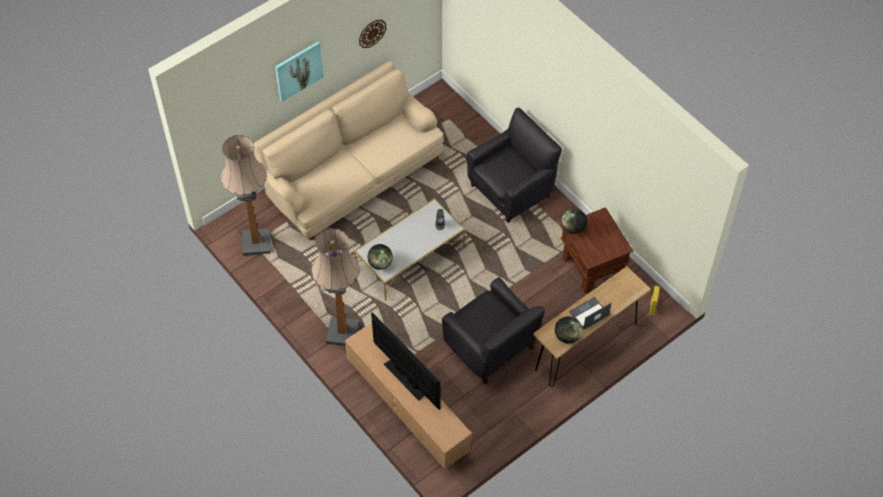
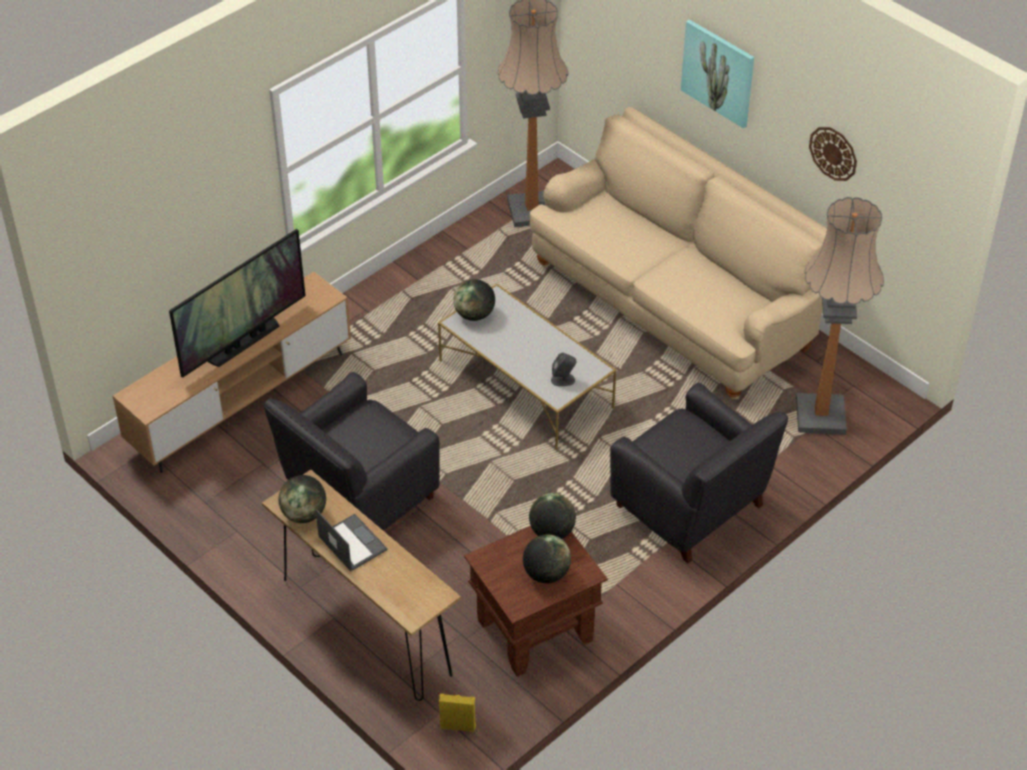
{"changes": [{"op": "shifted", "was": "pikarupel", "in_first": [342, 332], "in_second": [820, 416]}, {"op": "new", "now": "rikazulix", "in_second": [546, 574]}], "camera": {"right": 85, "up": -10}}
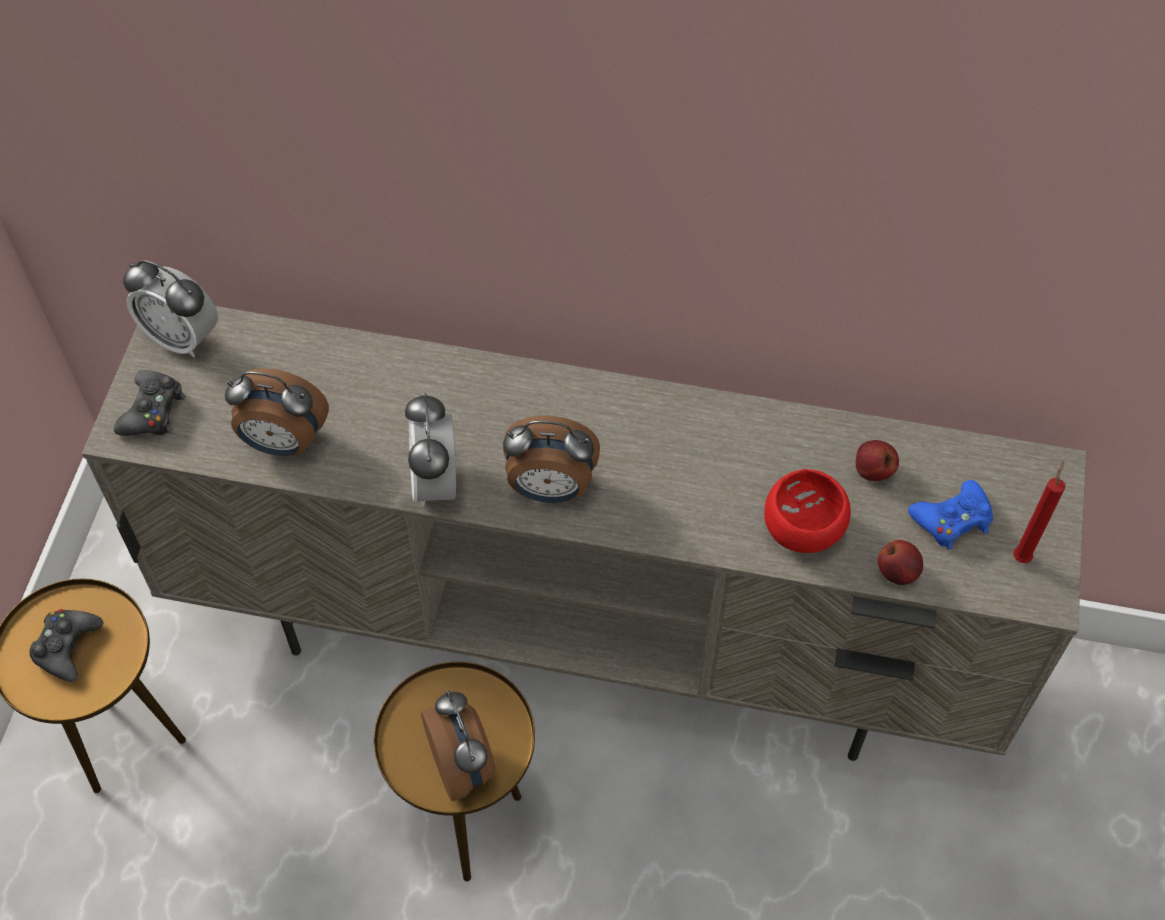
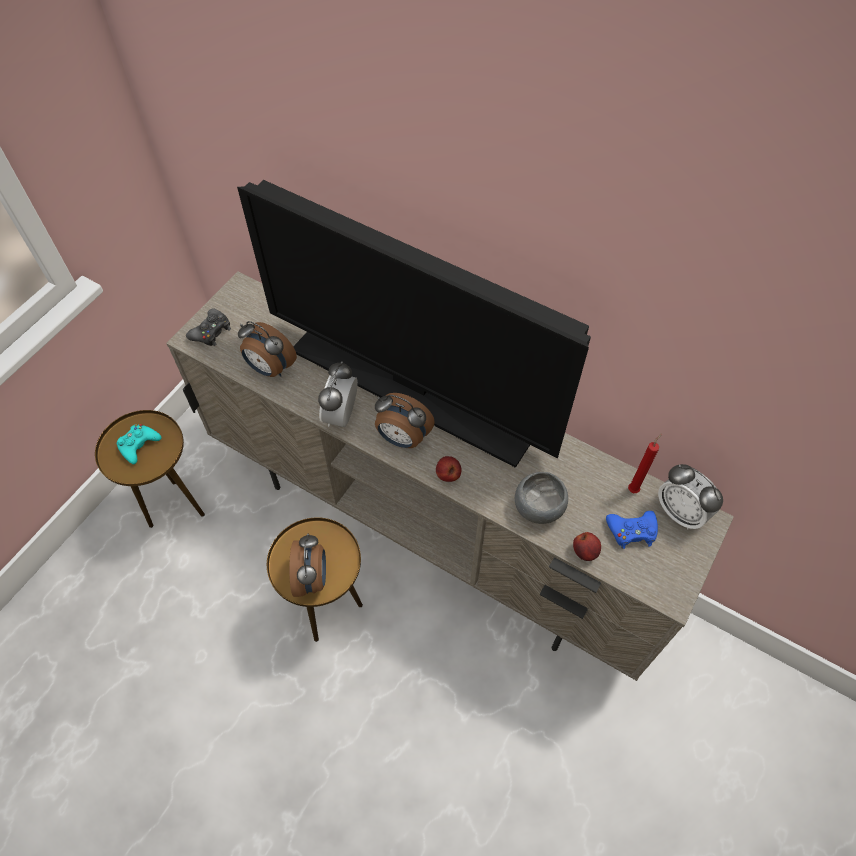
{"changes": [{"op": "shifted", "was": "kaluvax", "in_first": [182, 338], "in_second": [680, 512]}, {"op": "shifted", "was": "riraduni", "in_first": [872, 471], "in_second": [448, 475]}, {"op": "shifted", "was": "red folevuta", "in_first": [1022, 555], "in_second": [634, 489]}, {"op": "repainted", "was": "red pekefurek", "now": "grey pekefurek", "in_first": [805, 528], "in_second": [540, 508]}, {"op": "repainted", "was": "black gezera", "now": "turquoise gezera", "in_first": [67, 647], "in_second": [139, 445]}, {"op": "new", "now": "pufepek", "in_second": [412, 390]}], "camera": {"right": 20, "up": 0}}
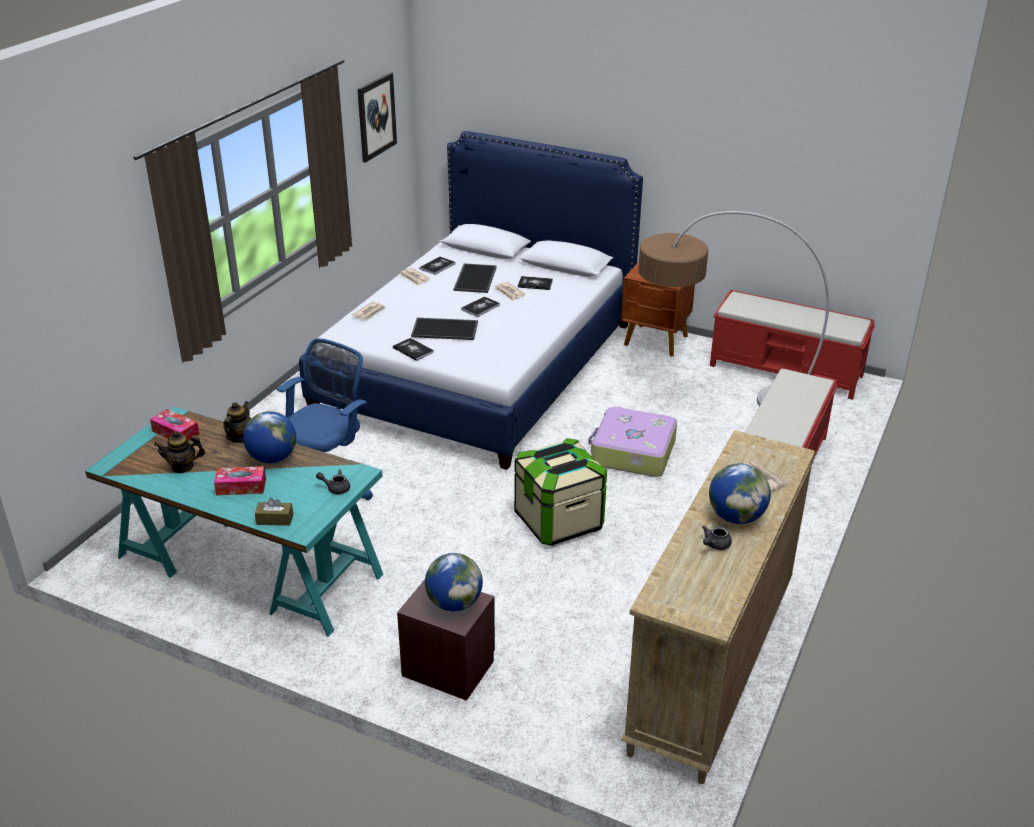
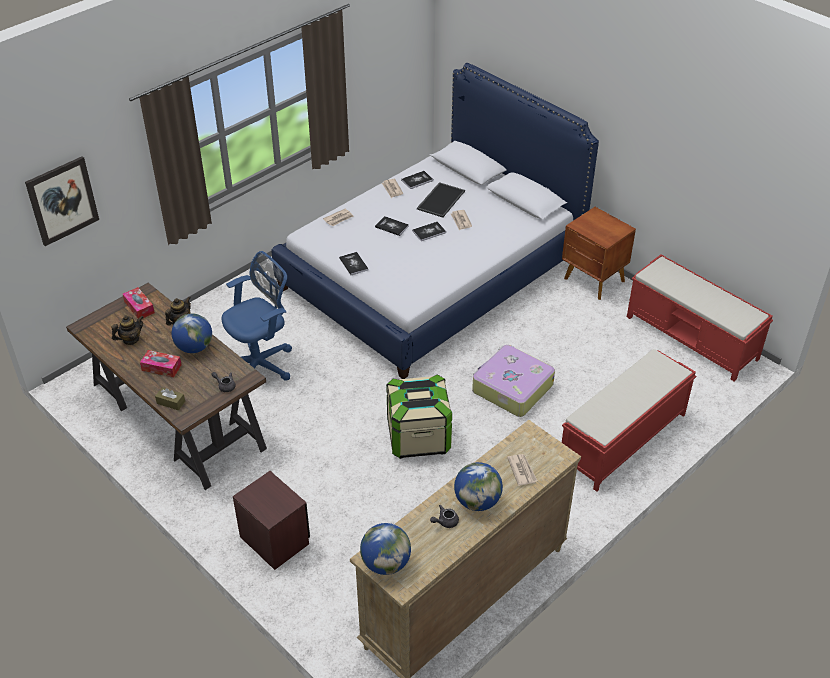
{"changes": [{"op": "shifted", "was": "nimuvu", "in_first": [376, 117], "in_second": [62, 200]}, {"op": "gone", "was": "pikarupel", "in_first": [711, 396]}, {"op": "shifted", "was": "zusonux", "in_first": [535, 284], "in_second": [392, 226]}, {"op": "gone", "was": "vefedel", "in_first": [445, 329]}, {"op": "repainted", "was": "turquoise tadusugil", "now": "brown tadusugil", "in_first": [248, 567], "in_second": [176, 416]}, {"op": "rotated", "was": "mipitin", "in_first": [183, 467], "in_second": [130, 339], "clockwise": 135}, {"op": "shifted", "was": "rikazulix", "in_first": [454, 603], "in_second": [385, 563]}], "camera": {"right": 20, "up": 10}}
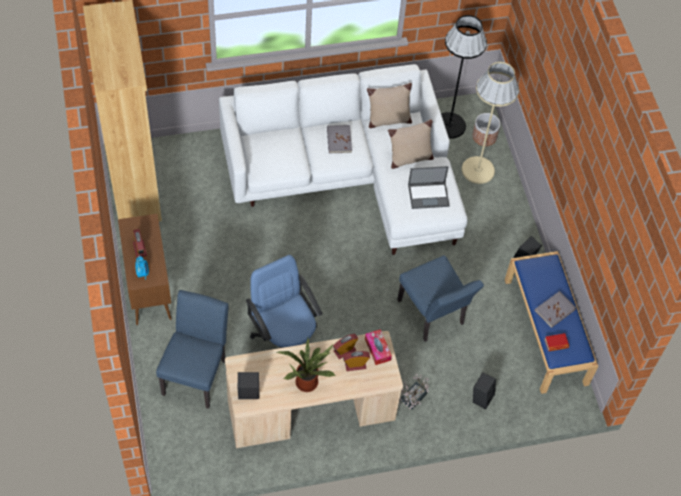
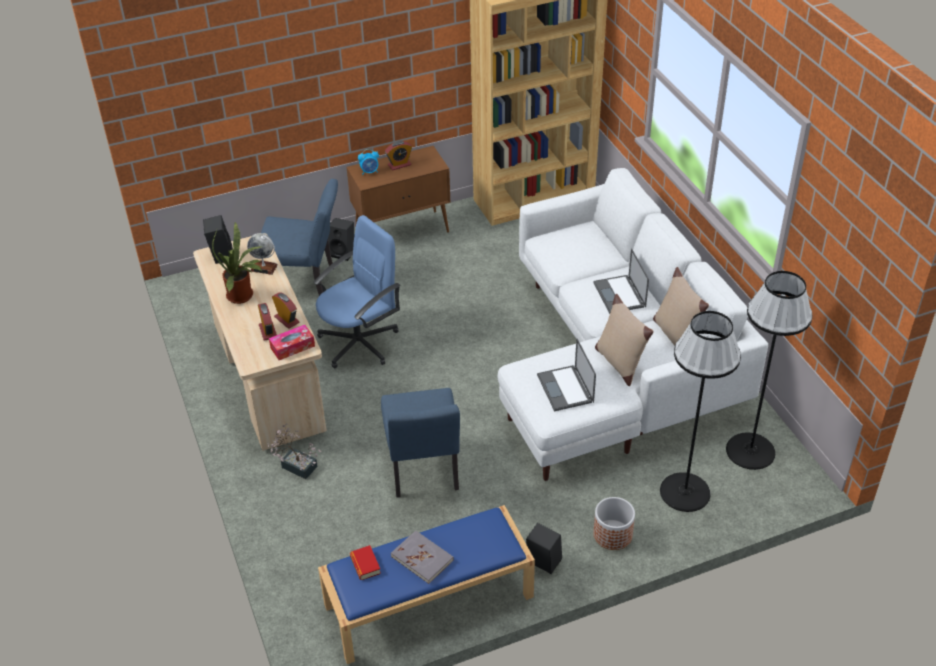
{"changes": [{"op": "repainted", "was": "beige pikarupel", "now": "black pikarupel", "in_first": [478, 170], "in_second": [685, 492]}, {"op": "shifted", "was": "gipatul", "in_first": [484, 136], "in_second": [612, 534]}, {"op": "swapped", "was": "grey zusonux", "now": "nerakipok", "in_first": [339, 140], "in_second": [620, 295]}, {"op": "rotated", "was": "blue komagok", "in_first": [433, 316], "in_second": [424, 472], "clockwise": -60}, {"op": "shifted", "was": "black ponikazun", "in_first": [481, 397], "in_second": [344, 252]}, {"op": "new", "now": "rikazulix", "in_second": [264, 267]}], "camera": {"right": 85, "up": -15}}
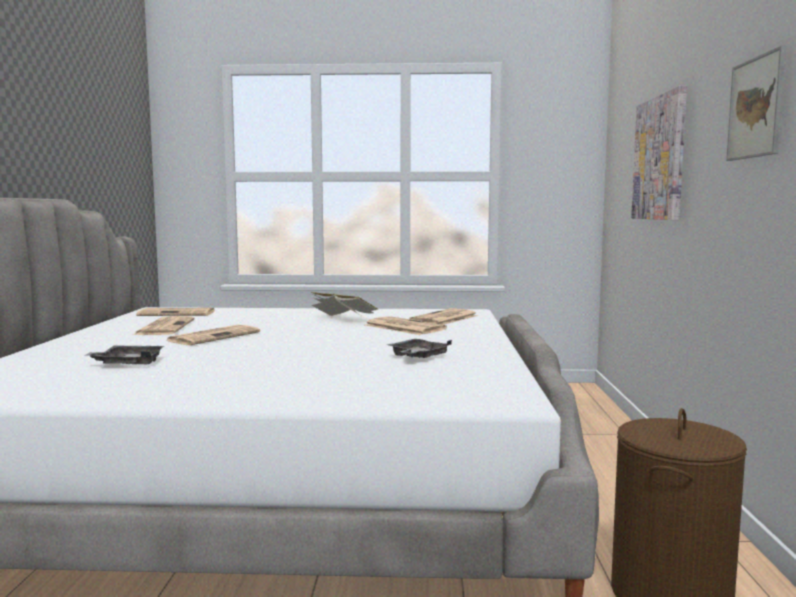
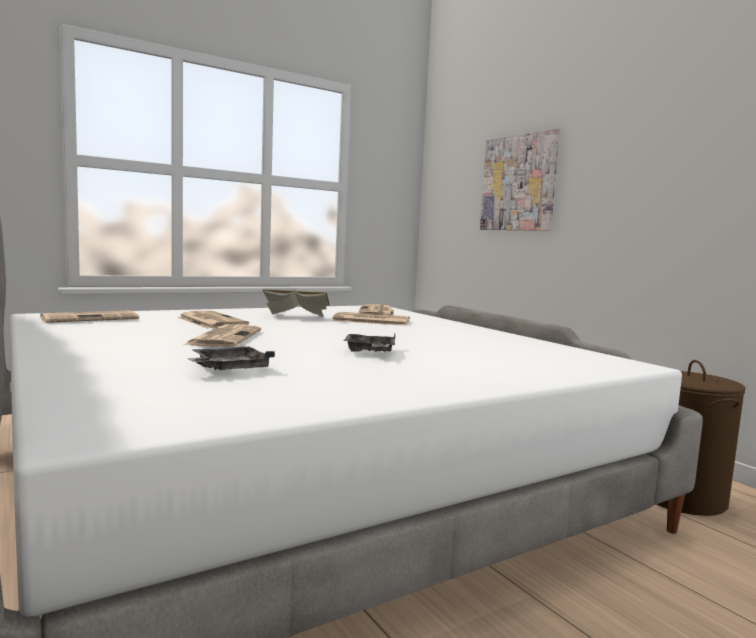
{"changes": [{"op": "gone", "was": "nimuvu", "in_first": [756, 107]}, {"op": "shifted", "was": "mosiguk", "in_first": [164, 327], "in_second": [210, 321]}, {"op": "shifted", "was": "grey vefedel", "in_first": [417, 357], "in_second": [370, 352]}], "camera": {"right": -35, "up": 0}}
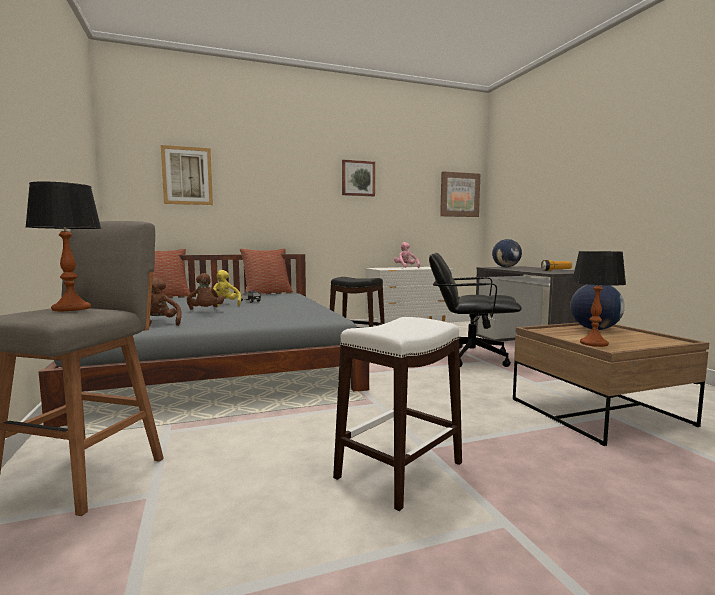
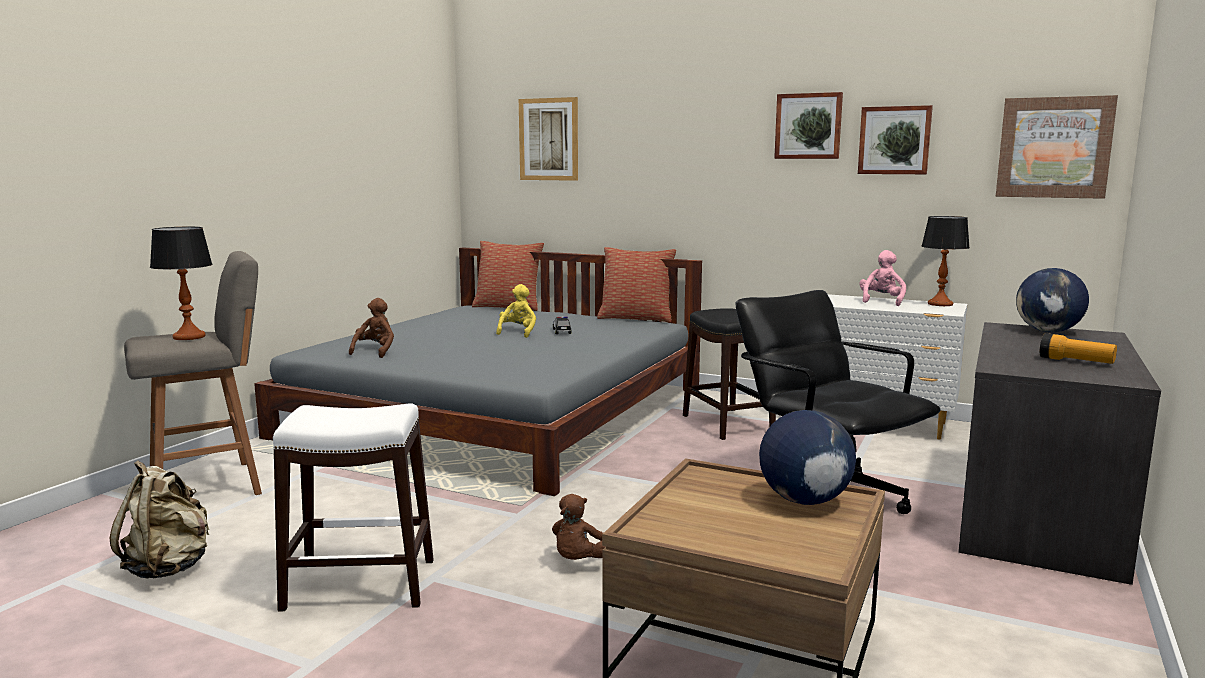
{"changes": [{"op": "shifted", "was": "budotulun", "in_first": [593, 343], "in_second": [939, 304]}, {"op": "shifted", "was": "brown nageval", "in_first": [205, 311], "in_second": [579, 561]}, {"op": "new", "now": "nimuvu", "in_second": [894, 140]}, {"op": "new", "now": "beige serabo", "in_second": [169, 567]}], "camera": {"right": 45, "up": 5}}
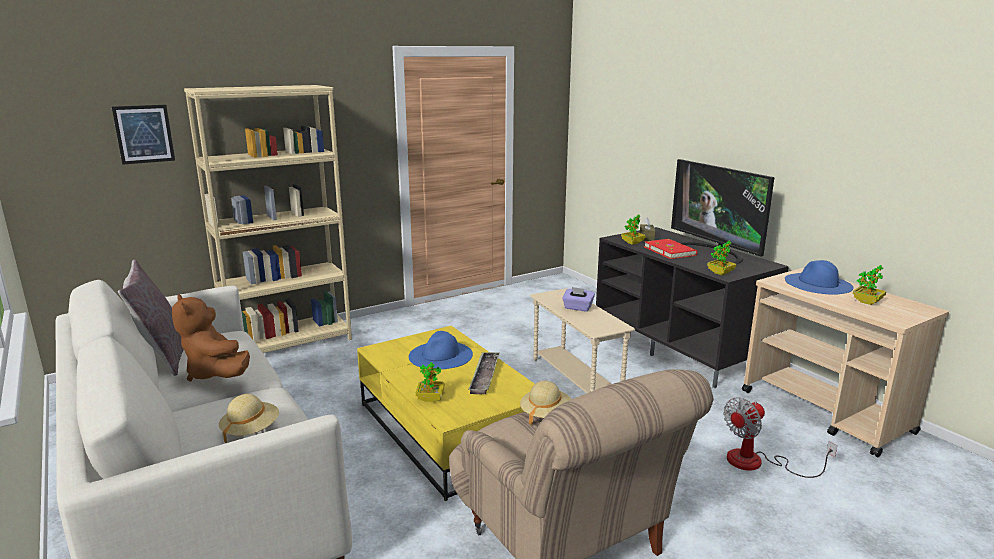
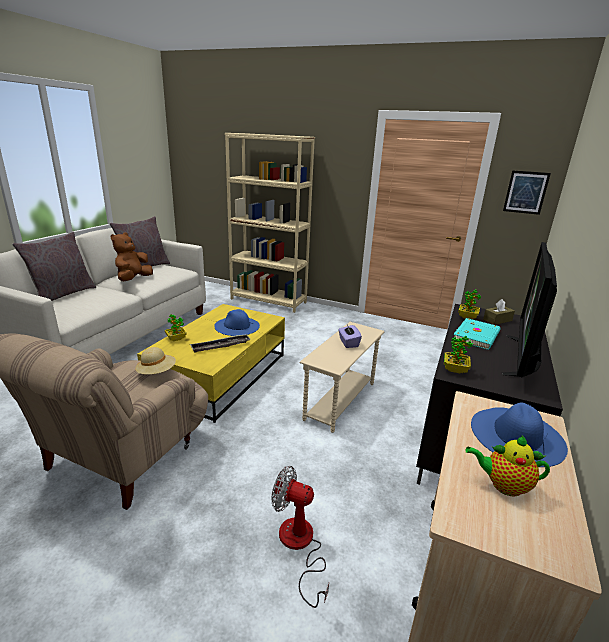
{"changes": [{"op": "shifted", "was": "nimuvu", "in_first": [144, 134], "in_second": [526, 192]}, {"op": "repainted", "was": "red zusonux", "now": "turquoise zusonux", "in_first": [670, 251], "in_second": [477, 336]}, {"op": "swapped", "was": "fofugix", "now": "mipitin", "in_first": [867, 302], "in_second": [503, 485]}, {"op": "gone", "was": "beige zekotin", "in_first": [251, 430]}, {"op": "new", "now": "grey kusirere", "in_second": [63, 294]}], "camera": {"right": 55, "up": 5}}
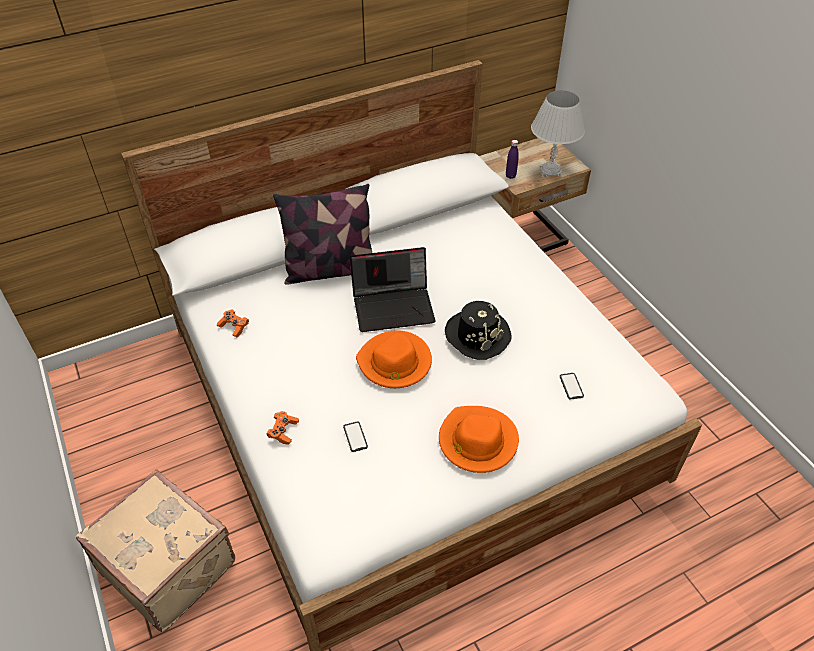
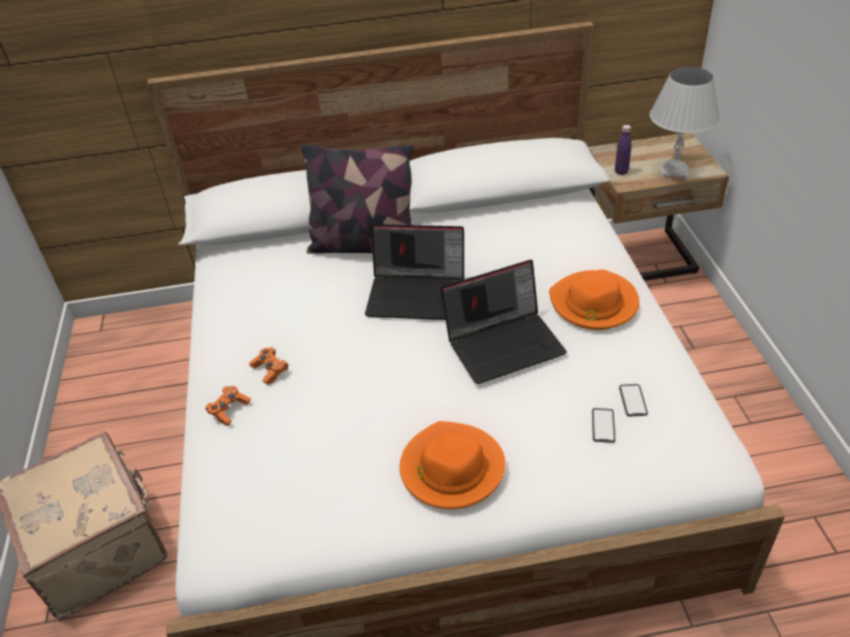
{"changes": [{"op": "swapped", "was": "black zekotin", "now": "nerakipok", "in_first": [477, 335], "in_second": [505, 343]}, {"op": "shifted", "was": "orange gezera", "in_first": [234, 327], "in_second": [270, 370]}, {"op": "shifted", "was": "orange zekotin", "in_first": [395, 363], "in_second": [594, 304]}, {"op": "shifted", "was": "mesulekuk", "in_first": [355, 437], "in_second": [633, 400]}], "camera": {"right": 20, "up": -5}}
